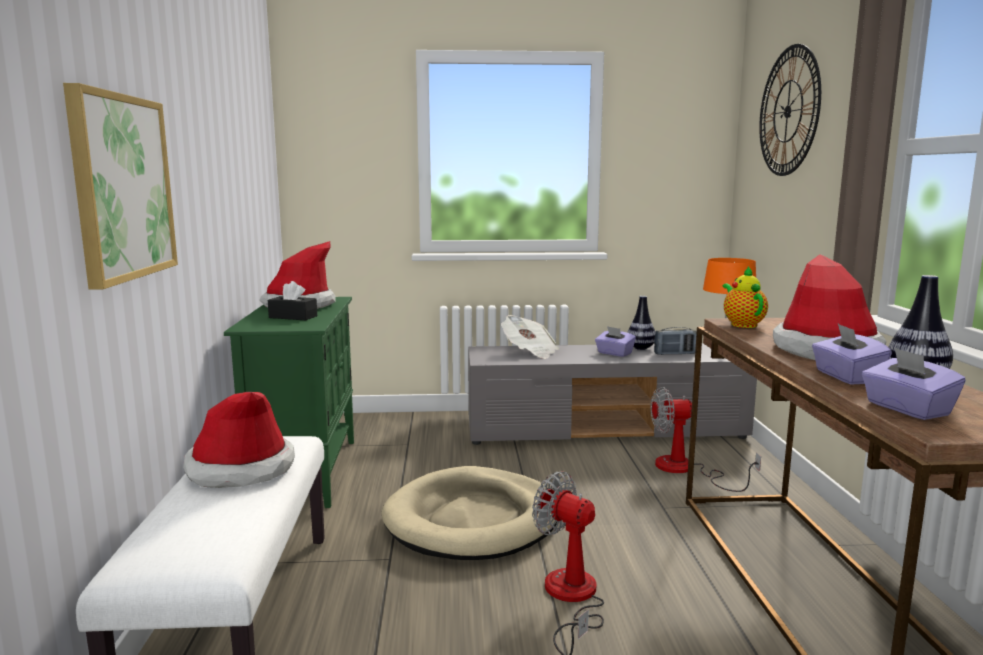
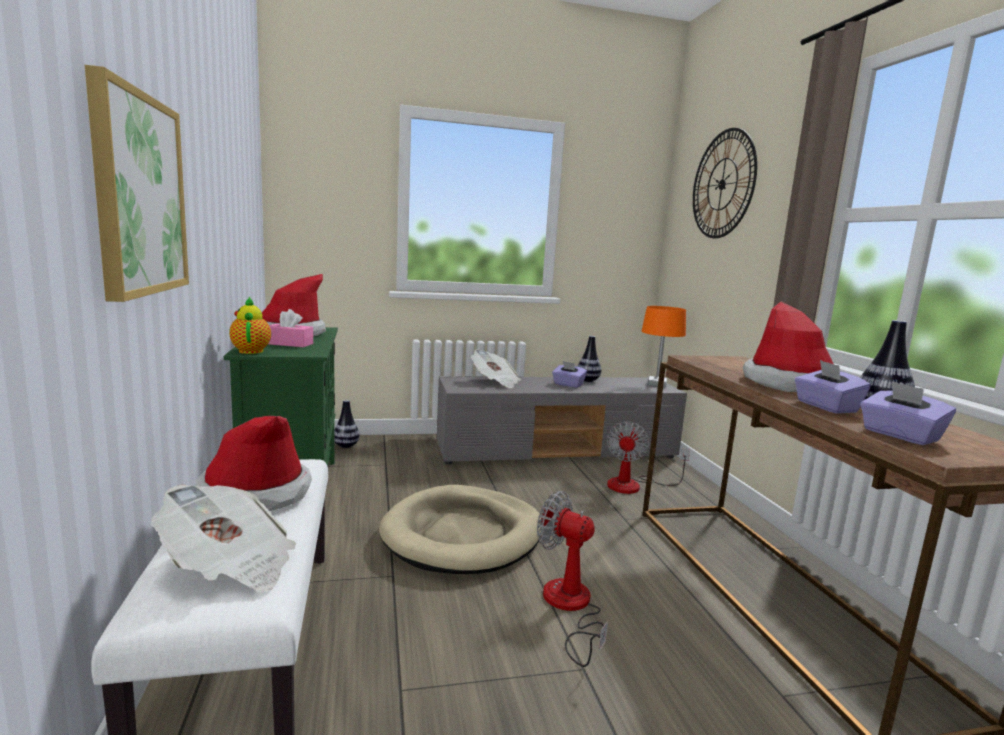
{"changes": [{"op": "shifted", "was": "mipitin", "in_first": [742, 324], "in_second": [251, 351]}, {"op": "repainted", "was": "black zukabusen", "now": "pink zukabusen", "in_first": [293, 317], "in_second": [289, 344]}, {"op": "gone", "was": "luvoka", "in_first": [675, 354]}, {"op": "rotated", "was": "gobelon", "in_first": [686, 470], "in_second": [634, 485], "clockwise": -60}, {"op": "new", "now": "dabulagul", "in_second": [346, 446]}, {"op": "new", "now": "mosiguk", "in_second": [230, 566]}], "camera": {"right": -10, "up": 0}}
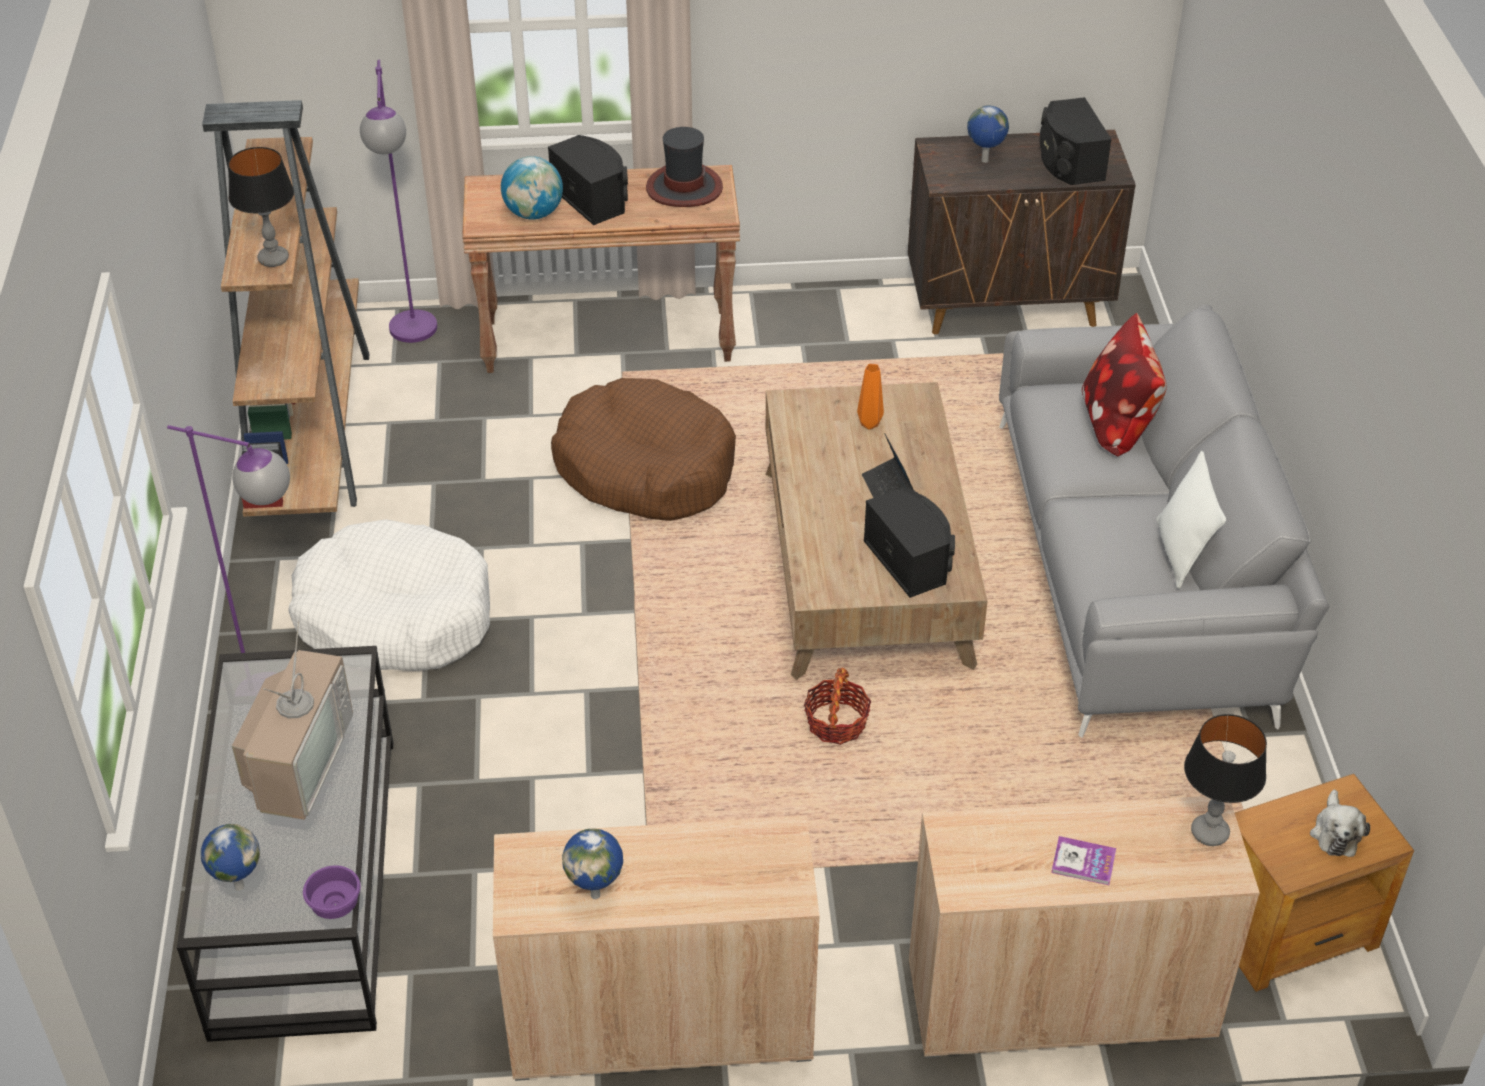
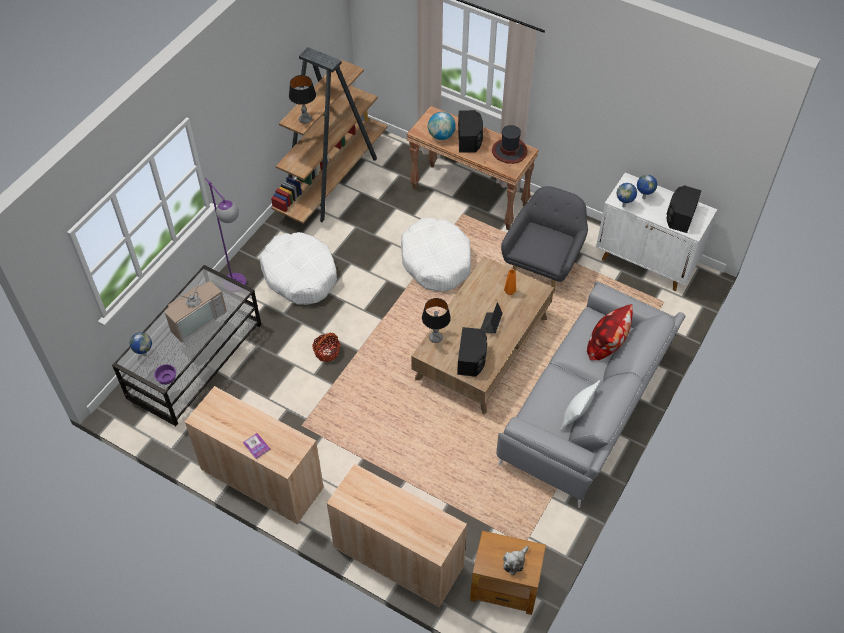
{"changes": [{"op": "gone", "was": "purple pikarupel", "in_first": [414, 338]}, {"op": "repainted", "was": "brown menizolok", "now": "white menizolok", "in_first": [1009, 305], "in_second": [646, 262]}, {"op": "repainted", "was": "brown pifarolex", "now": "white pifarolex", "in_first": [645, 468], "in_second": [436, 261]}, {"op": "shifted", "was": "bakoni", "in_first": [836, 724], "in_second": [327, 352]}, {"op": "shifted", "was": "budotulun", "in_first": [1209, 832], "in_second": [435, 338]}, {"op": "shifted", "was": "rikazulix", "in_first": [596, 894], "in_second": [624, 206]}, {"op": "shifted", "was": "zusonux", "in_first": [1083, 862], "in_second": [256, 446]}, {"op": "new", "now": "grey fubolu", "in_second": [543, 265]}], "camera": {"right": 35, "up": 10}}
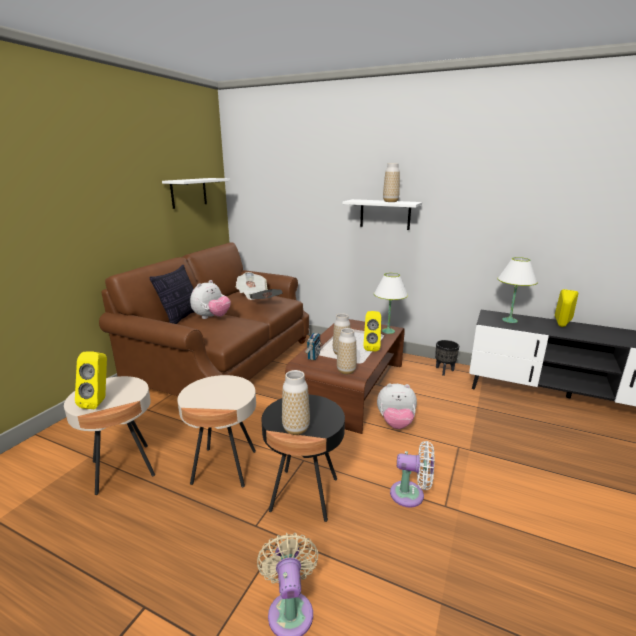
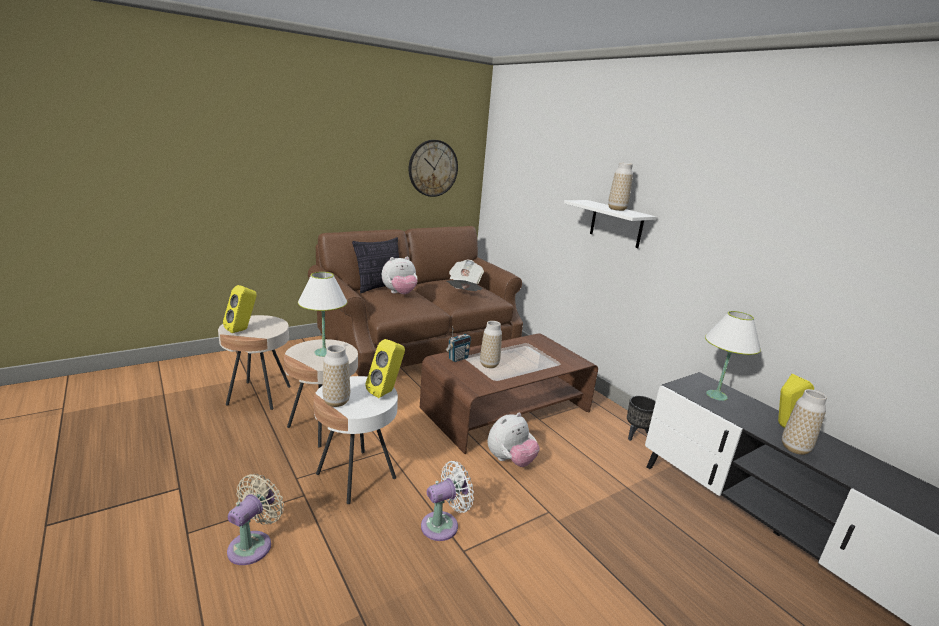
{"changes": [{"op": "swapped", "was": "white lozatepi", "now": "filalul", "in_first": [188, 192], "in_second": [433, 168]}, {"op": "shifted", "was": "white budotulun", "in_first": [388, 331], "in_second": [323, 352]}, {"op": "shifted", "was": "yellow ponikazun", "in_first": [371, 348], "in_second": [386, 392]}, {"op": "shifted", "was": "dabulagul", "in_first": [346, 371], "in_second": [794, 448]}, {"op": "rotated", "was": "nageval", "in_first": [395, 423], "in_second": [510, 460], "clockwise": -75}, {"op": "repainted", "was": "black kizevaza", "now": "white kizevaza", "in_first": [304, 494], "in_second": [356, 476]}, {"op": "rotated", "was": "white gobelon", "in_first": [411, 495], "in_second": [443, 525], "clockwise": -75}], "camera": {"right": 30, "up": 0}}
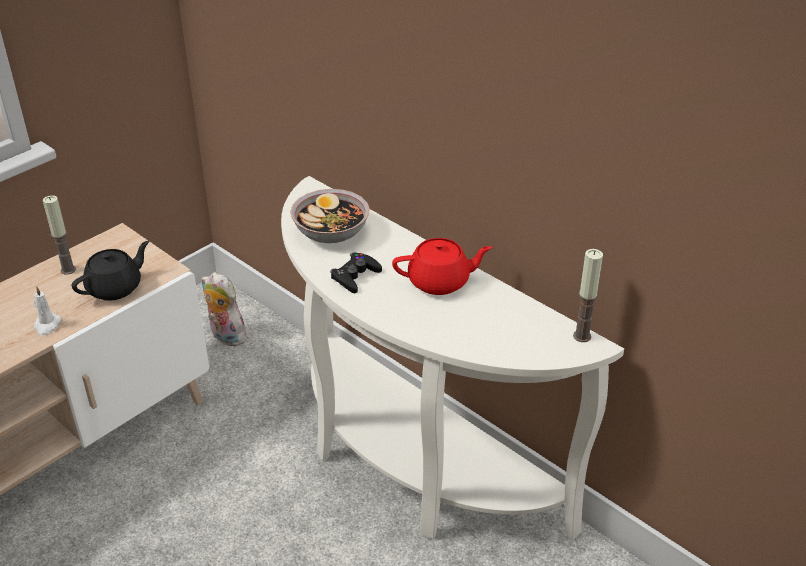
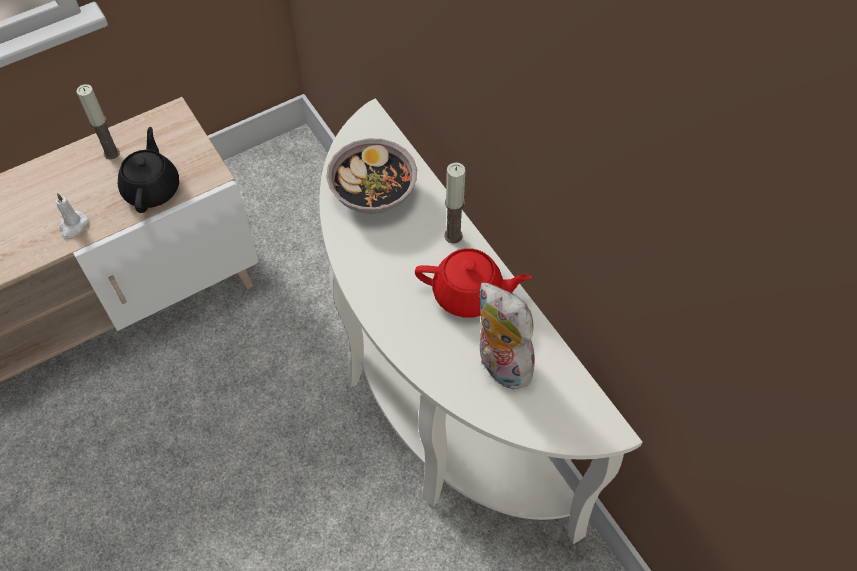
{"changes": [{"op": "rotated", "was": "black mipitin", "in_first": [115, 288], "in_second": [152, 188], "clockwise": -60}, {"op": "shifted", "was": "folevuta", "in_first": [582, 336], "in_second": [453, 235]}, {"op": "gone", "was": "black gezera", "in_first": [355, 276]}, {"op": "shifted", "was": "nageval", "in_first": [225, 336], "in_second": [499, 364]}], "camera": {"right": 15, "up": 20}}
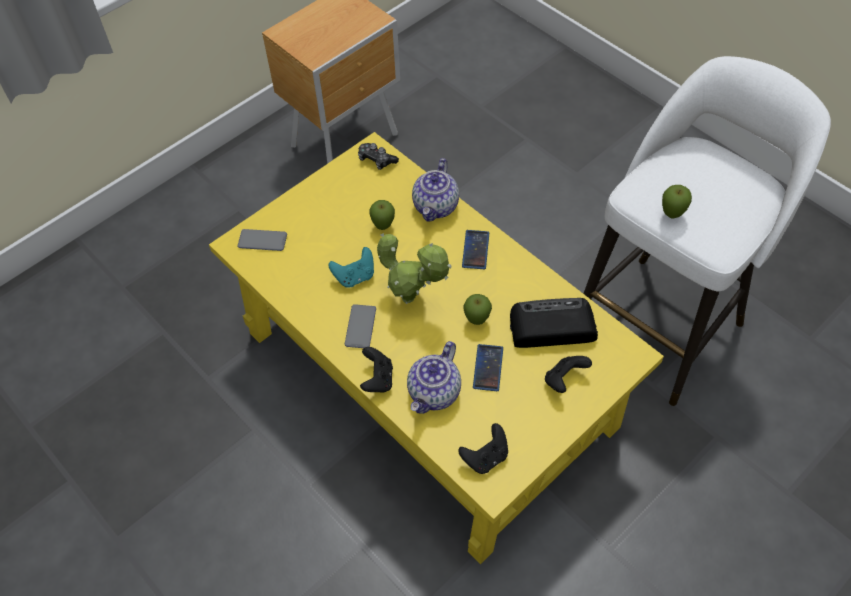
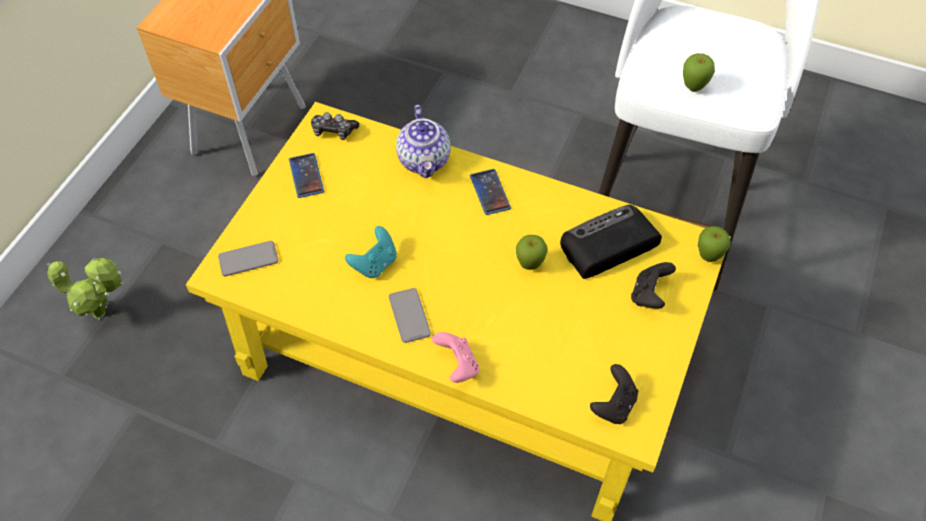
{"changes": [{"op": "shifted", "was": "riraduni", "in_first": [383, 226], "in_second": [708, 257]}, {"op": "shifted", "was": "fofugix", "in_first": [412, 299], "in_second": [104, 313]}, {"op": "gone", "was": "mipitin", "in_first": [434, 393]}, {"op": "shifted", "was": "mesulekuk", "in_first": [488, 368], "in_second": [306, 176]}, {"op": "repainted", "was": "black gezera", "now": "pink gezera", "in_first": [377, 379], "in_second": [457, 365]}], "camera": {"right": -25, "up": 0}}
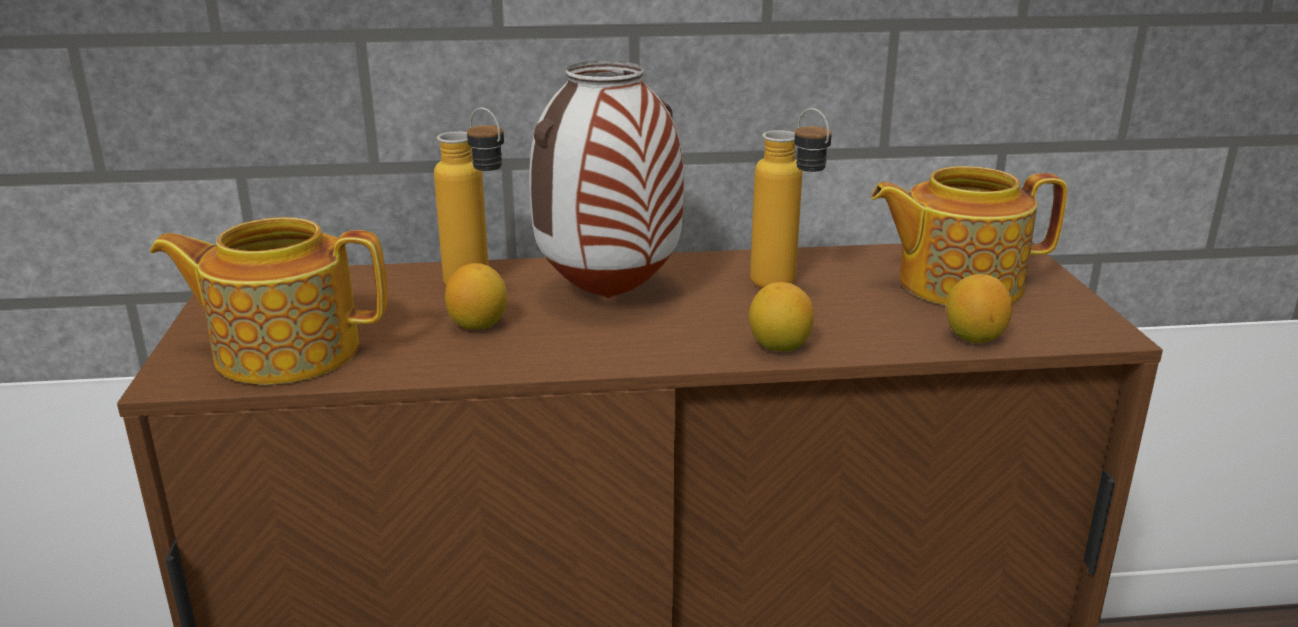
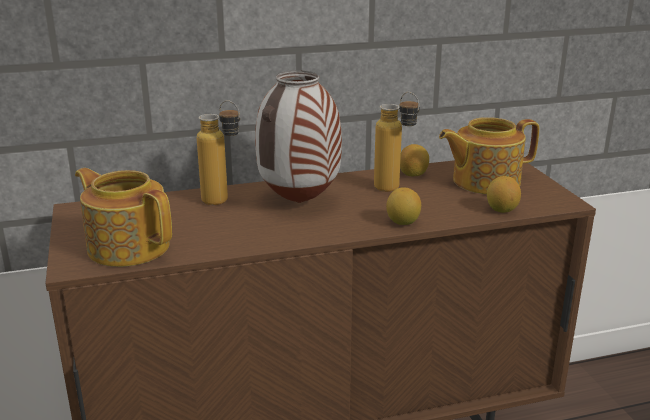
{"changes": [{"op": "rotated", "was": "mipitin", "in_first": [285, 351], "in_second": [128, 246], "clockwise": 45}, {"op": "shifted", "was": "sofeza", "in_first": [478, 325], "in_second": [413, 175]}], "camera": {"right": -10, "up": 0}}
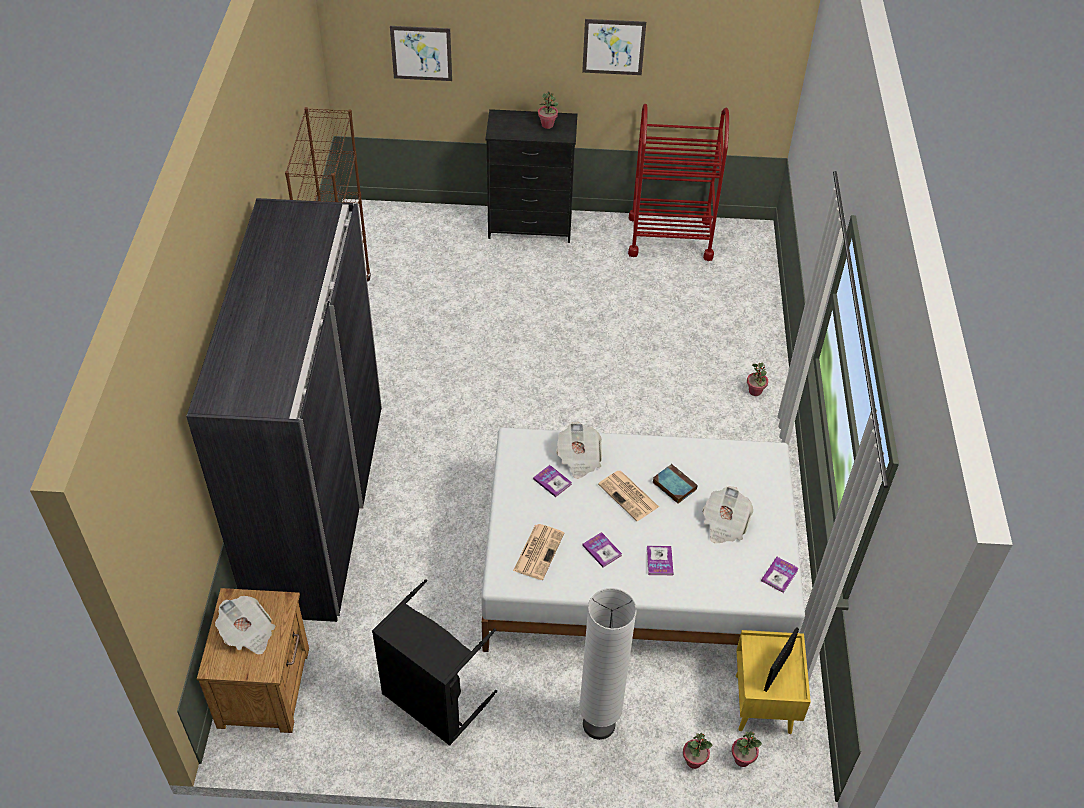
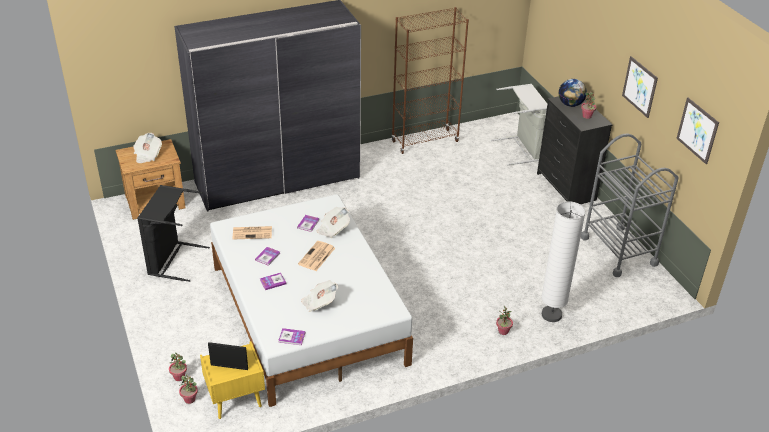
{"changes": [{"op": "shifted", "was": "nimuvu", "in_first": [421, 53], "in_second": [697, 130]}, {"op": "repainted", "was": "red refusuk", "now": "grey refusuk", "in_first": [670, 237], "in_second": [618, 251]}, {"op": "gone", "was": "zusonux", "in_first": [673, 485]}, {"op": "shifted", "was": "white pikarupel", "in_first": [599, 724], "in_second": [551, 315]}, {"op": "new", "now": "rikazulix", "in_second": [570, 104]}, {"op": "new", "now": "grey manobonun", "in_second": [521, 150]}], "camera": {"right": 65, "up": -10}}
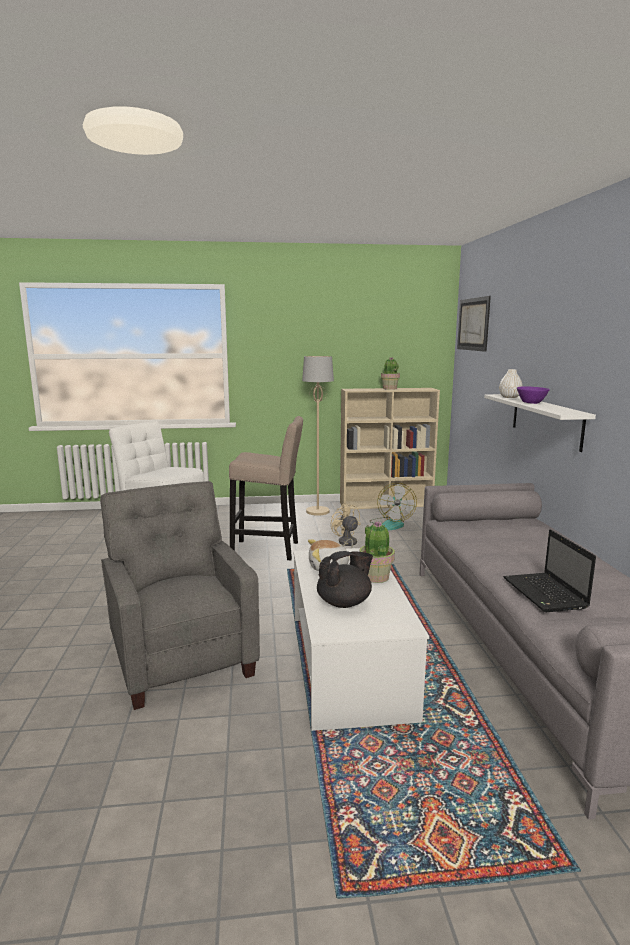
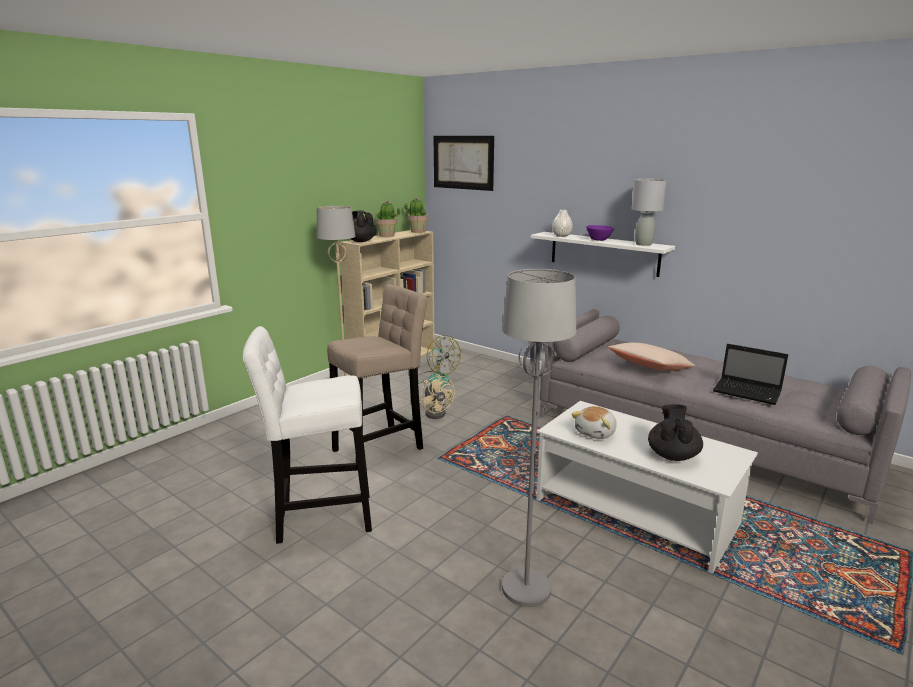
{"changes": [{"op": "swapped", "was": "grey fubolu", "now": "grey pikarupel", "in_first": [181, 657], "in_second": [525, 588]}, {"op": "rotated", "was": "beige gobelon", "in_first": [346, 544], "in_second": [437, 412], "clockwise": -135}, {"op": "shifted", "was": "fofugix", "in_first": [376, 577], "in_second": [418, 231]}, {"op": "new", "now": "grey budotulun", "in_second": [643, 244]}, {"op": "new", "now": "black mipitin", "in_second": [360, 241]}, {"op": "new", "now": "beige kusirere", "in_second": [649, 368]}], "camera": {"right": -45, "up": 5}}
